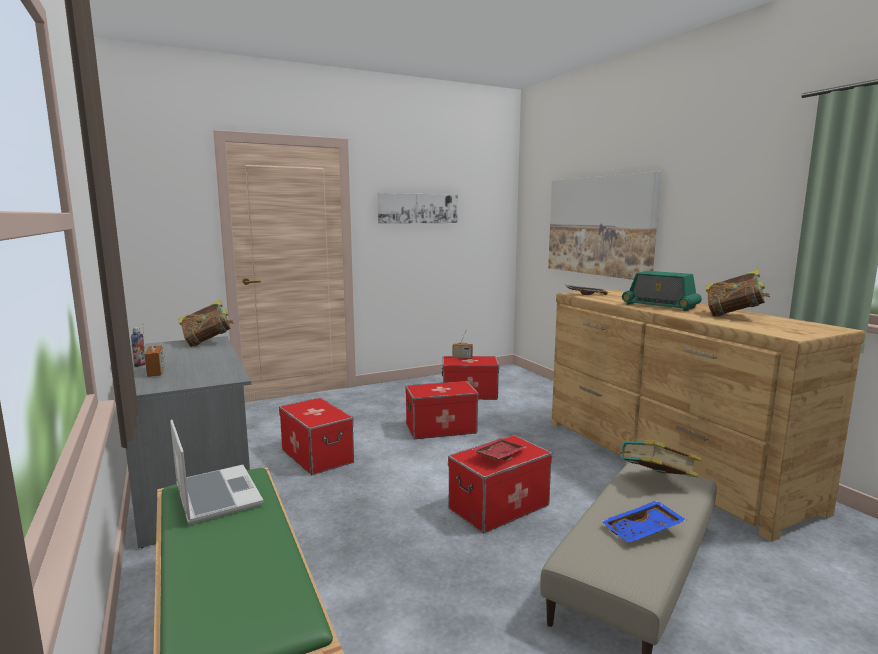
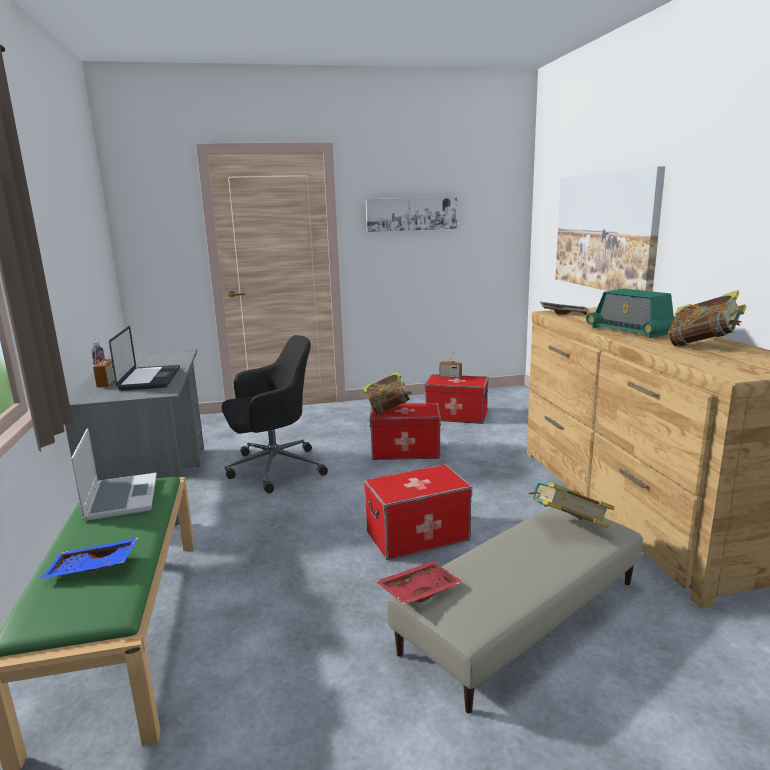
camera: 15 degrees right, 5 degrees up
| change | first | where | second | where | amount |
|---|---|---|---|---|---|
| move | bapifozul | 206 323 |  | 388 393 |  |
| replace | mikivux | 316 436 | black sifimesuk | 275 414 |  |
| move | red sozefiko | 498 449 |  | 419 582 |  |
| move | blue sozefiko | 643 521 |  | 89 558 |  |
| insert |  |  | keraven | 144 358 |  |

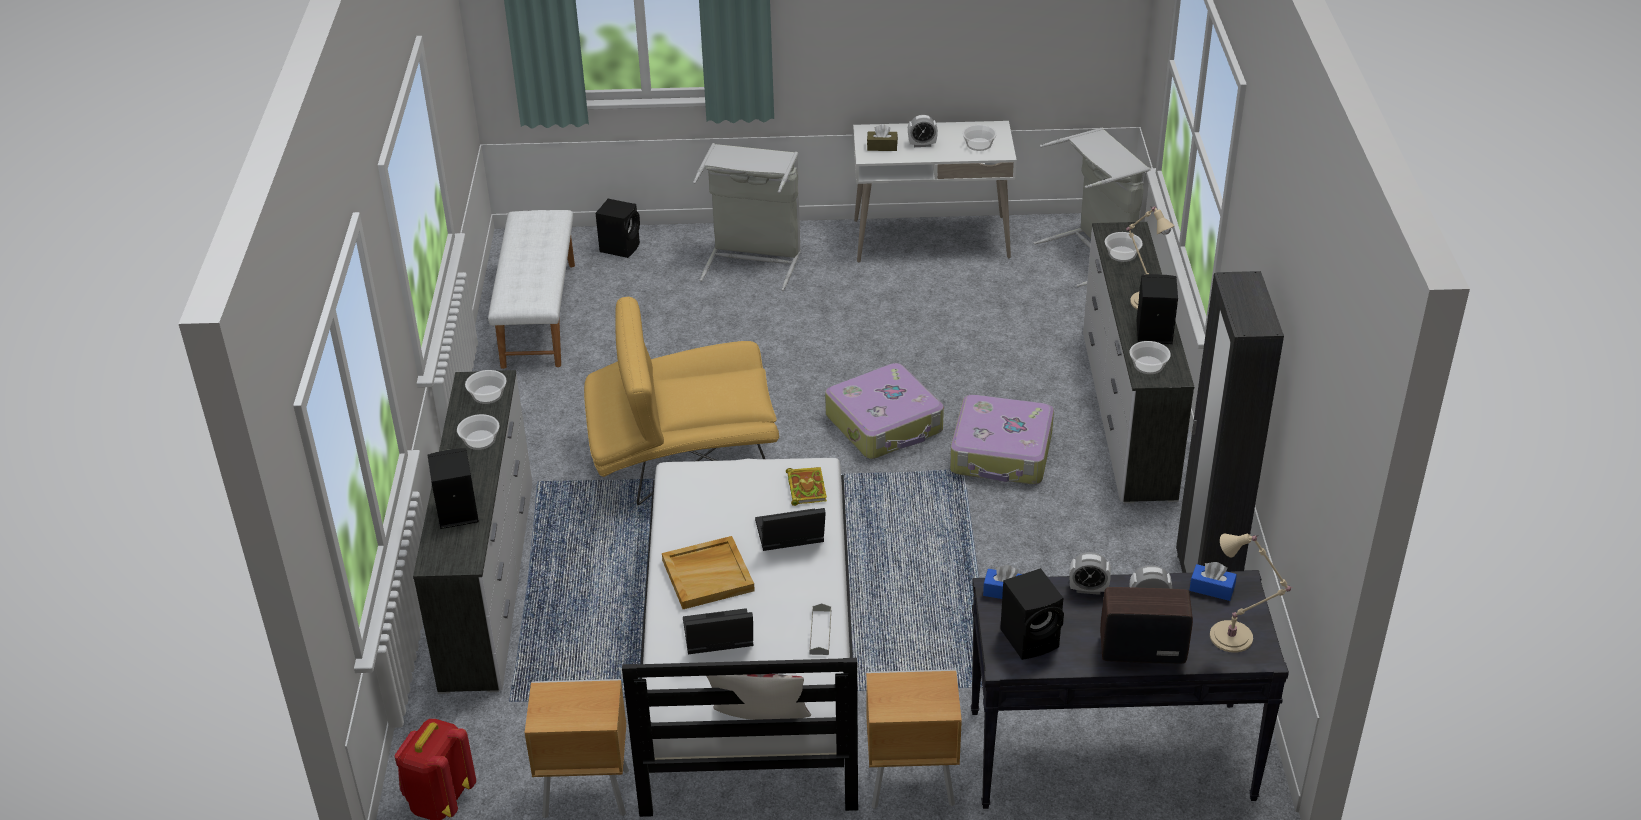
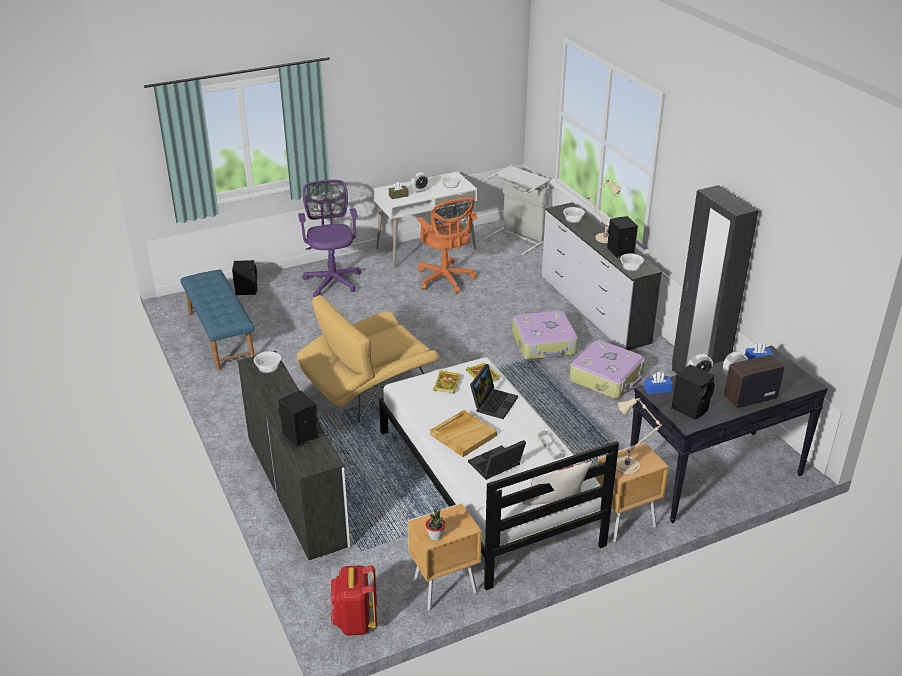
camera: 25 degrees left, 5 degrees down
| change | first | where | second | where | amount |
|---|---|---|---|---|---|
| replace | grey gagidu | 747 217 | purple sifimesuk | 329 238 |  |
| recolor | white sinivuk | 531 289 | blue sinivuk | 217 320 |  |
| move | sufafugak | 884 411 |  | 607 369 |  |
| delete | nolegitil | 478 432 |  |  |  |
| rotate | keraven | 790 529 |  | 494 391 | 150 degrees clockwise |
| move | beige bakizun | 1251 593 |  | 639 435 |  |
| insert |  |  | orange sifimesuk | 447 246 |  |
| insert |  |  | bapifozul | 447 381 |  |
| insert |  |  | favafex | 435 525 |  |

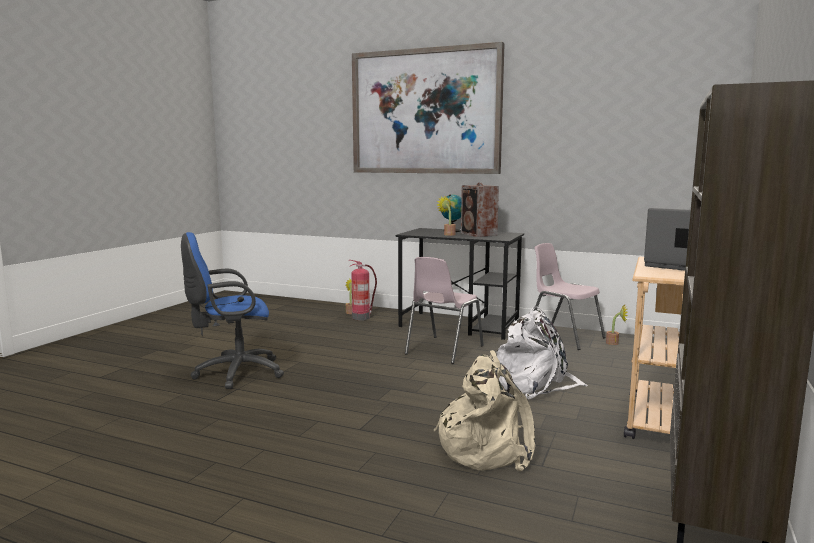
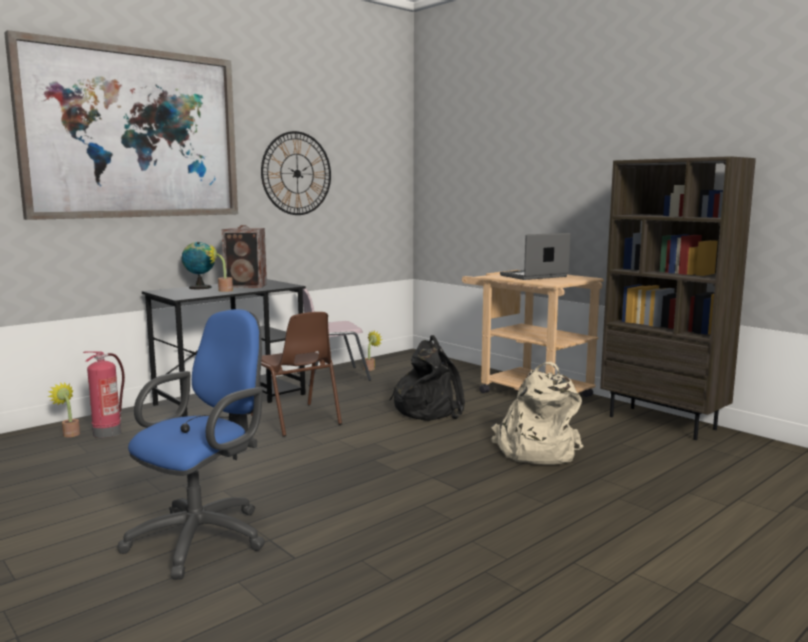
camera: 65 degrees left, 0 degrees up
| change | first | where | second | where | amount |
|---|---|---|---|---|---|
| rotate | blue sifimesuk | 232 310 |  | 191 444 | 150 degrees counterclockwise |
| recolor | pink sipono | 444 310 | brown sipono | 296 374 |  |
| recolor | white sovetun | 542 352 | black sovetun | 427 378 |  |
| insert |  |  | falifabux | 296 173 |  |

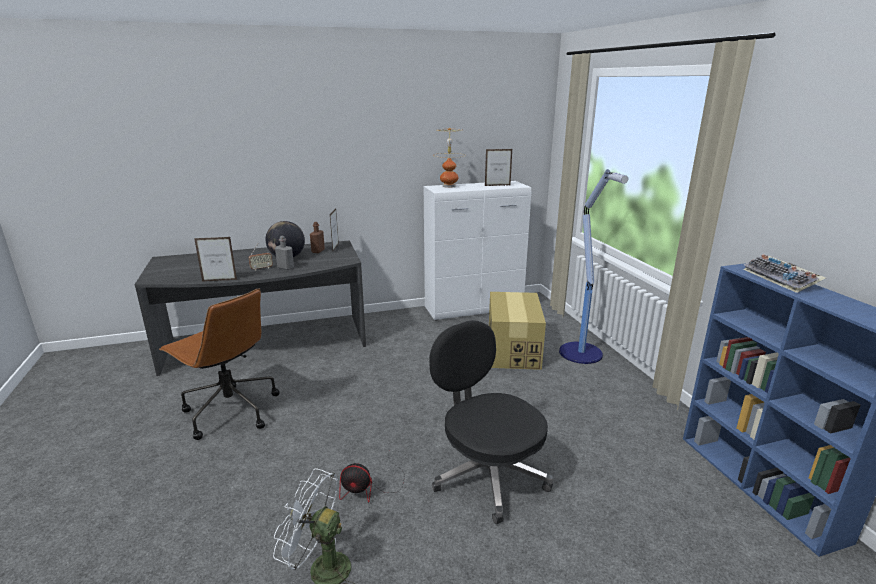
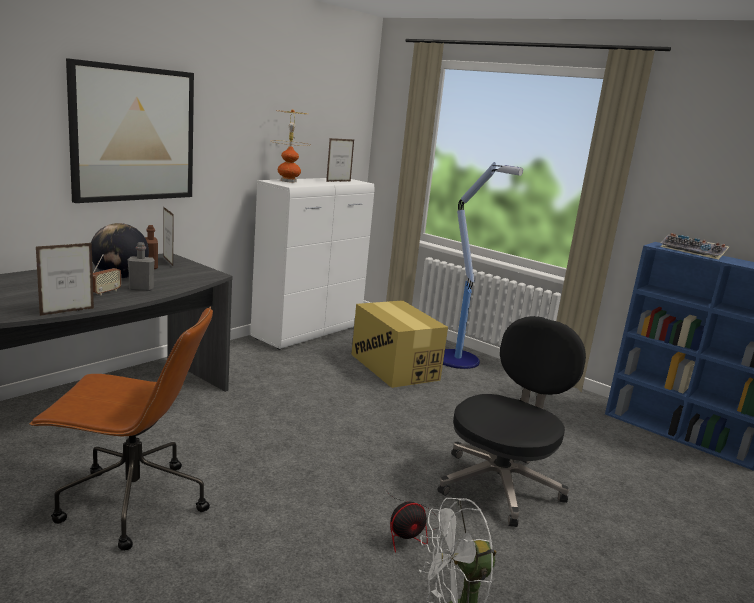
camera: 35 degrees left, 5 degrees down
| change | first | where | second | where | amount |
|---|---|---|---|---|---|
| rotate | black sifimesuk | 491 422 |  | 512 421 | 105 degrees clockwise |
| insert |  |  | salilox | 130 130 |  |

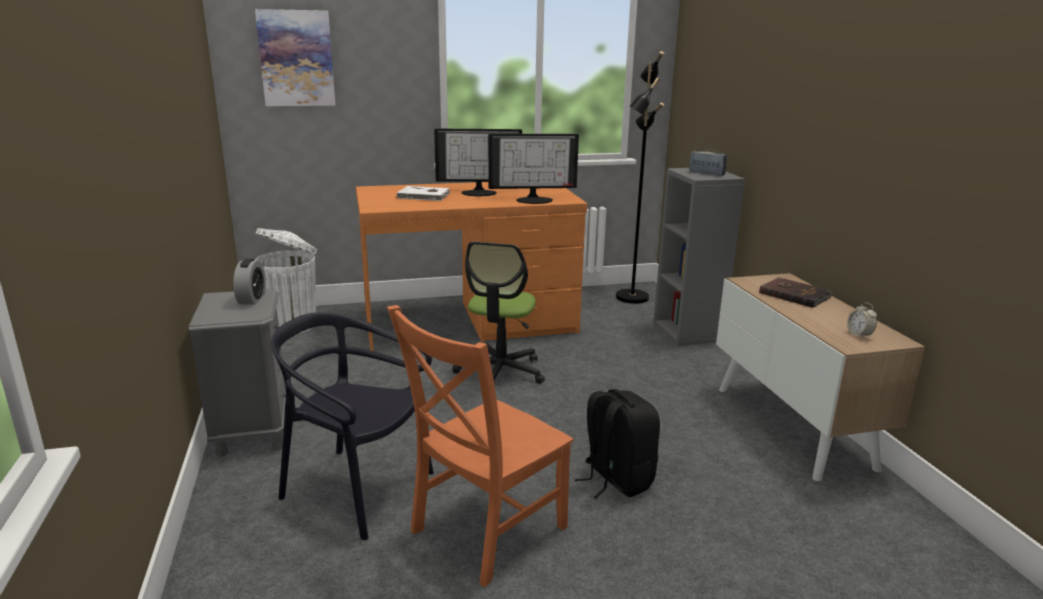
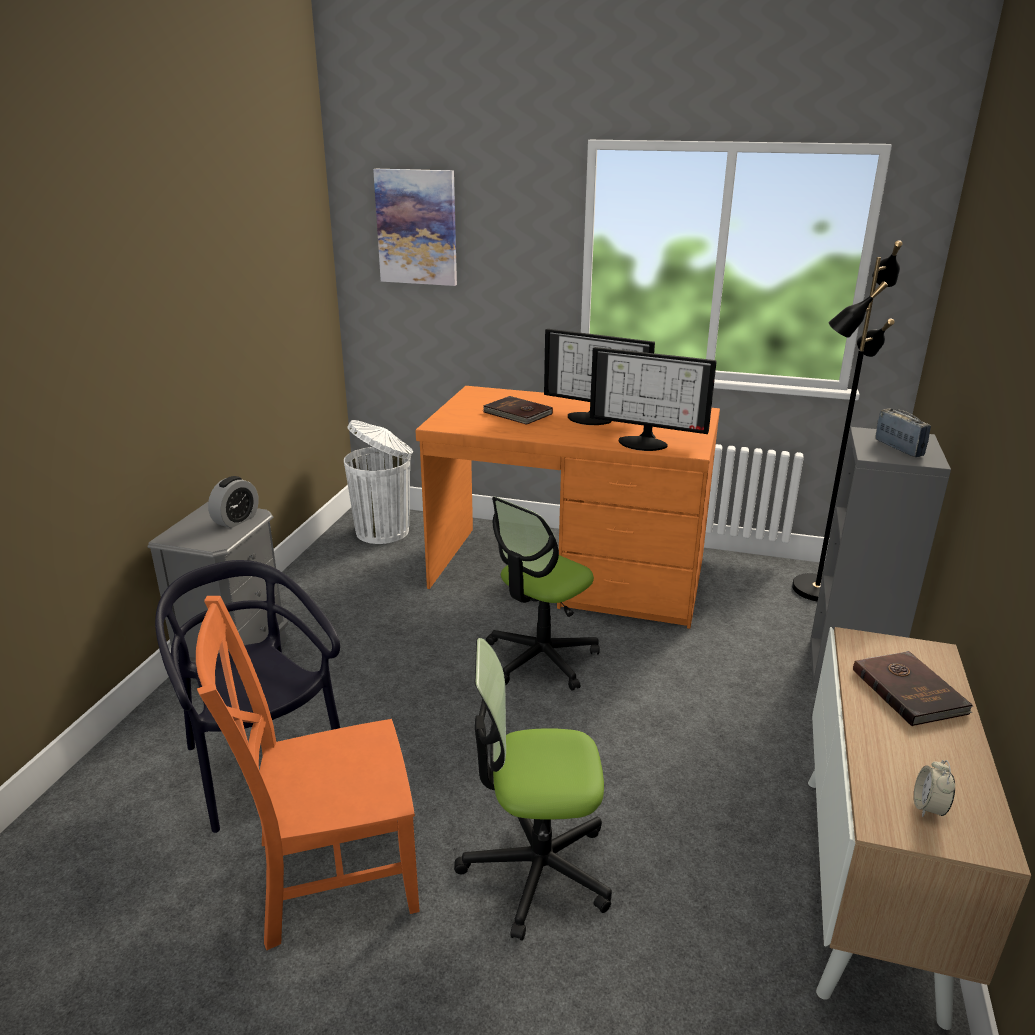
camera: 30 degrees right, 5 degrees up
| change | first | where | second | where | amount |
|---|---|---|---|---|---|
| recolor | white bapifozul | 423 193 | brown bapifozul | 518 410 |  |
| replace | black sovetun | 617 444 | sifimesuk | 533 789 |  |

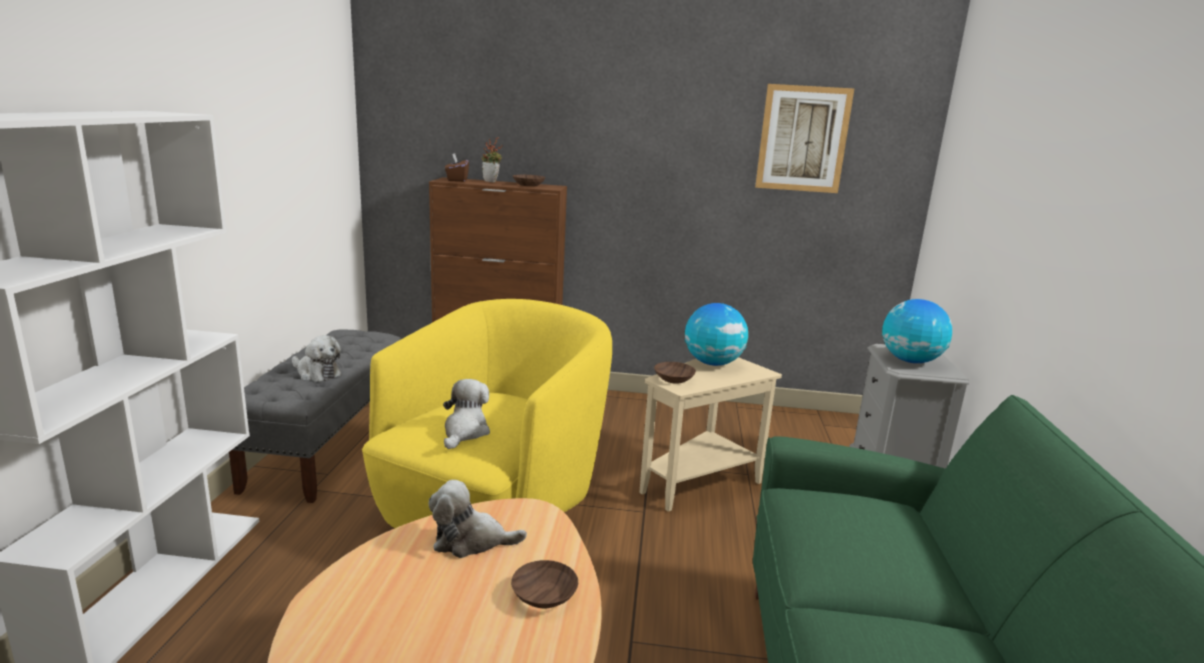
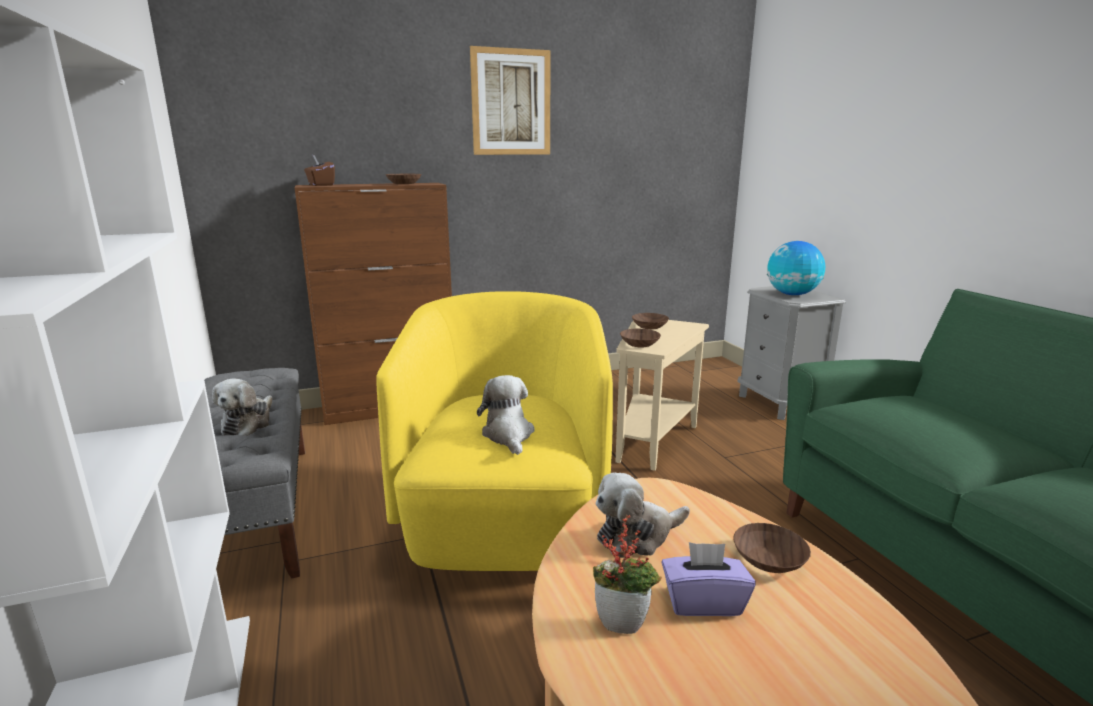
camera: 25 degrees left, 0 degrees up
| change | first | where | second | where | amount |
|---|---|---|---|---|---|
| move | salilox | 804 138 |  | 510 100 |  |
| move | favafex | 492 159 |  | 627 574 |  |
| replace | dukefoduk | 716 334 | brown nolegitil | 650 321 |  |
| rotate | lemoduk | 316 358 |  | 242 407 | 90 degrees clockwise |
| insert |  |  | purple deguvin | 708 579 |  |

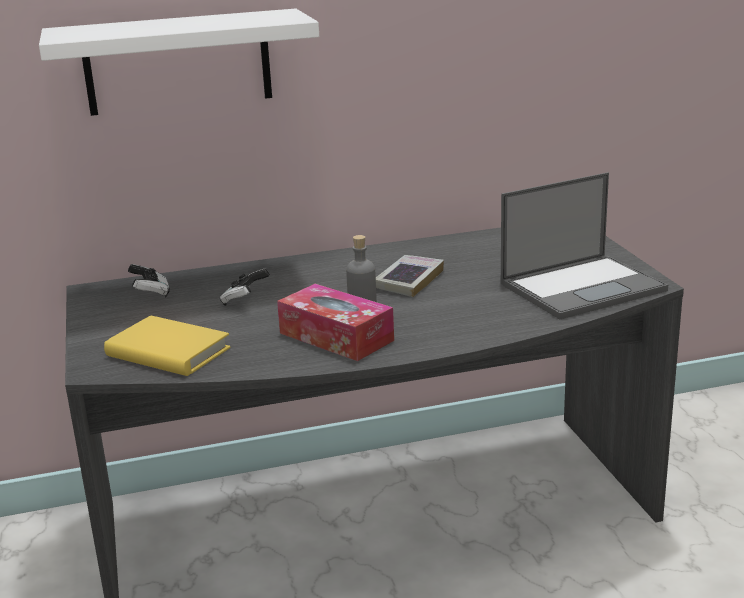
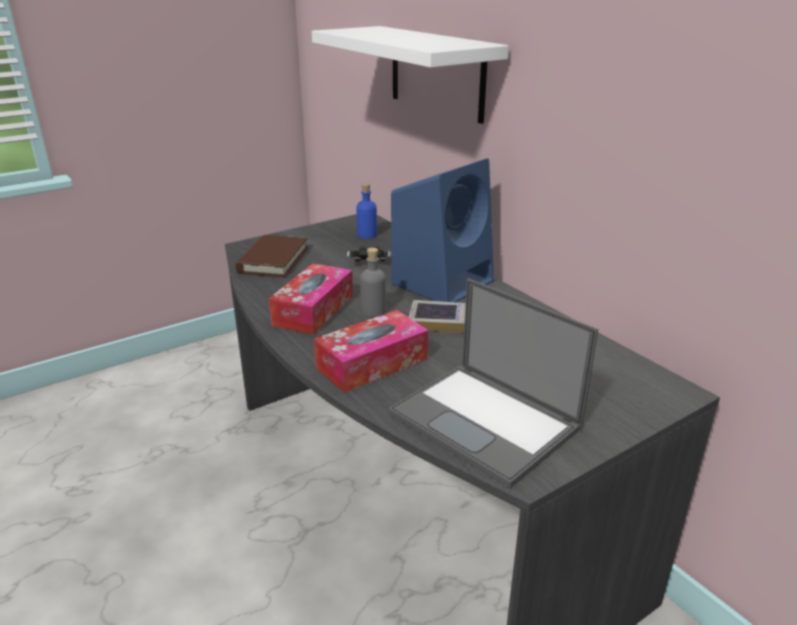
camera: 70 degrees right, 5 degrees up
| change | first | where | second | where | amount |
|---|---|---|---|---|---|
| replace | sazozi | 149 281 | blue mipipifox | 366 211 |  |
| recolor | yellow bapifozul | 167 345 | brown bapifozul | 272 256 |  |
| insert |  |  | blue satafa | 442 230 |  |
| insert |  |  | deguvin | 371 351 |  |

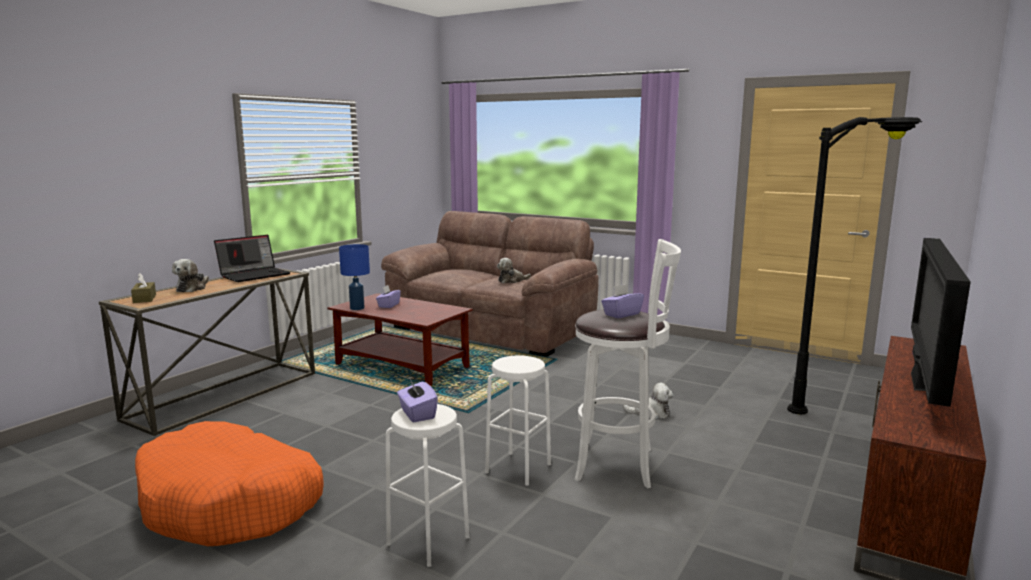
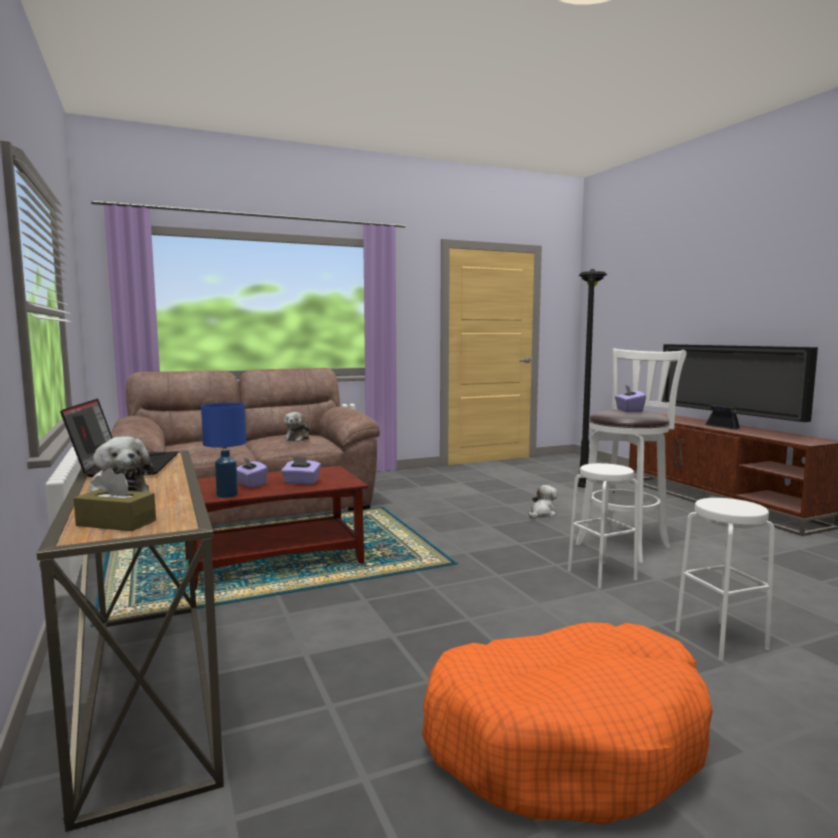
camera: 55 degrees left, 5 degrees down
| change | first | where | second | where | amount |
|---|---|---|---|---|---|
| move | purple deguvin | 417 401 |  | 301 470 |  |

